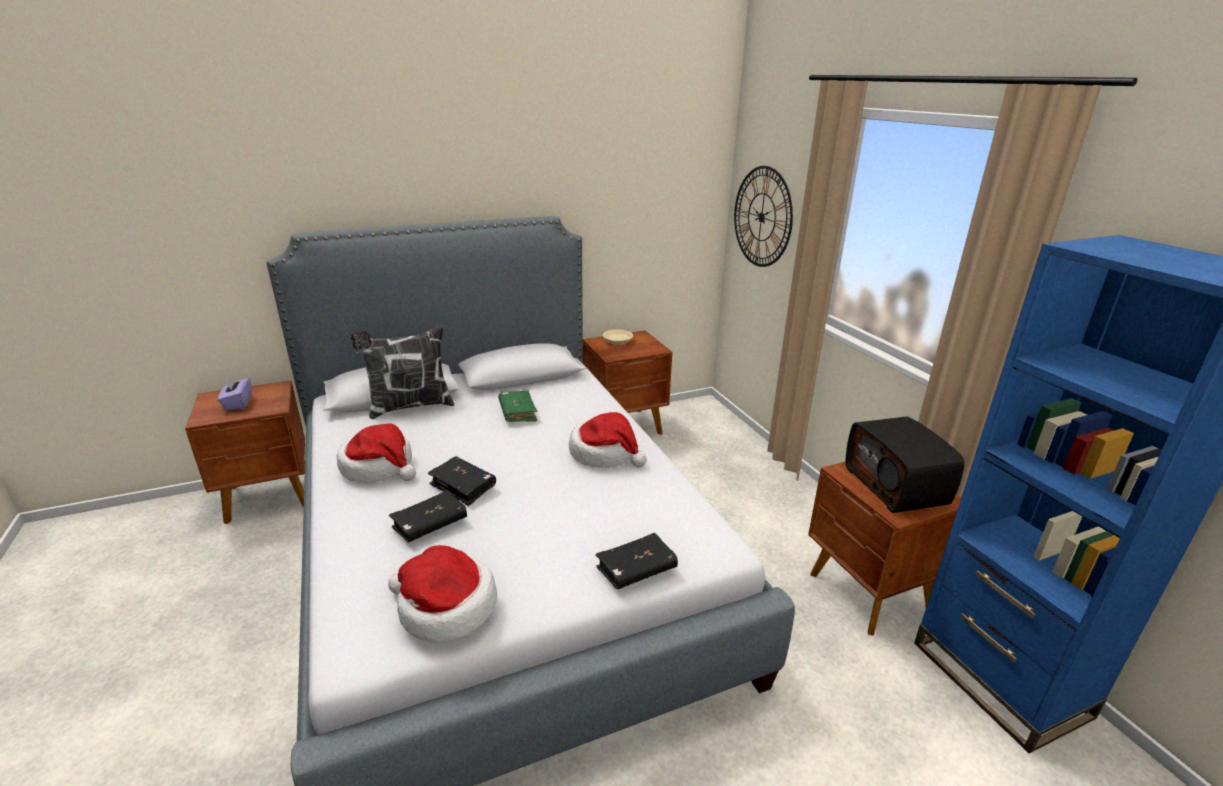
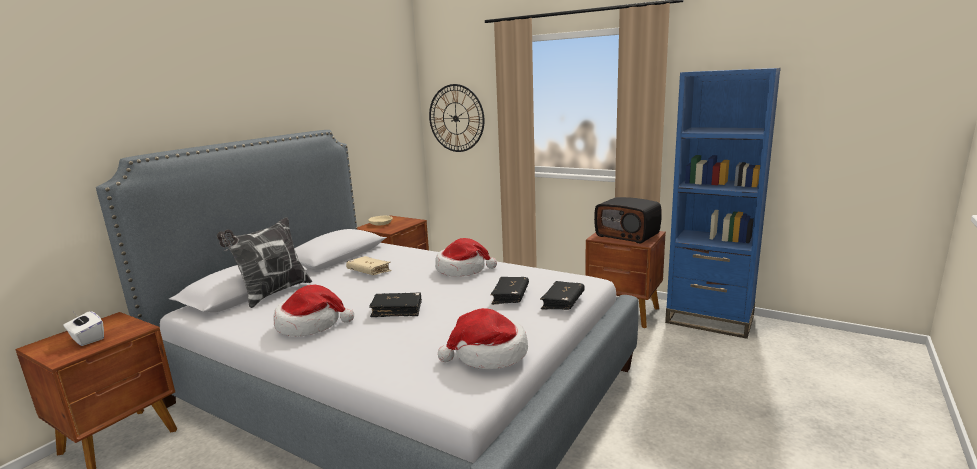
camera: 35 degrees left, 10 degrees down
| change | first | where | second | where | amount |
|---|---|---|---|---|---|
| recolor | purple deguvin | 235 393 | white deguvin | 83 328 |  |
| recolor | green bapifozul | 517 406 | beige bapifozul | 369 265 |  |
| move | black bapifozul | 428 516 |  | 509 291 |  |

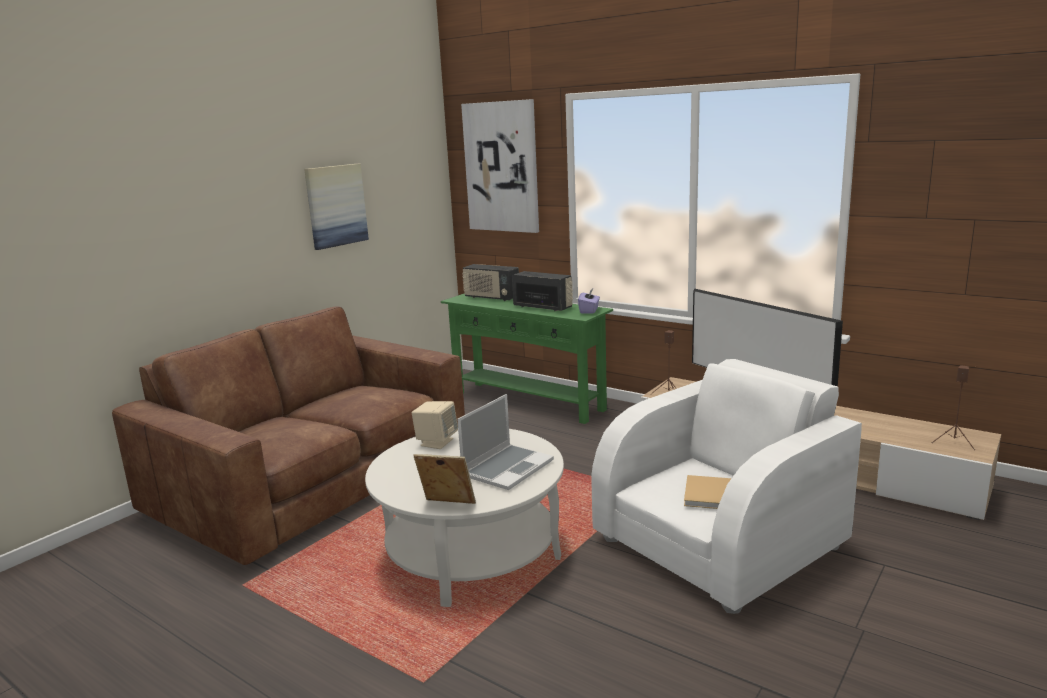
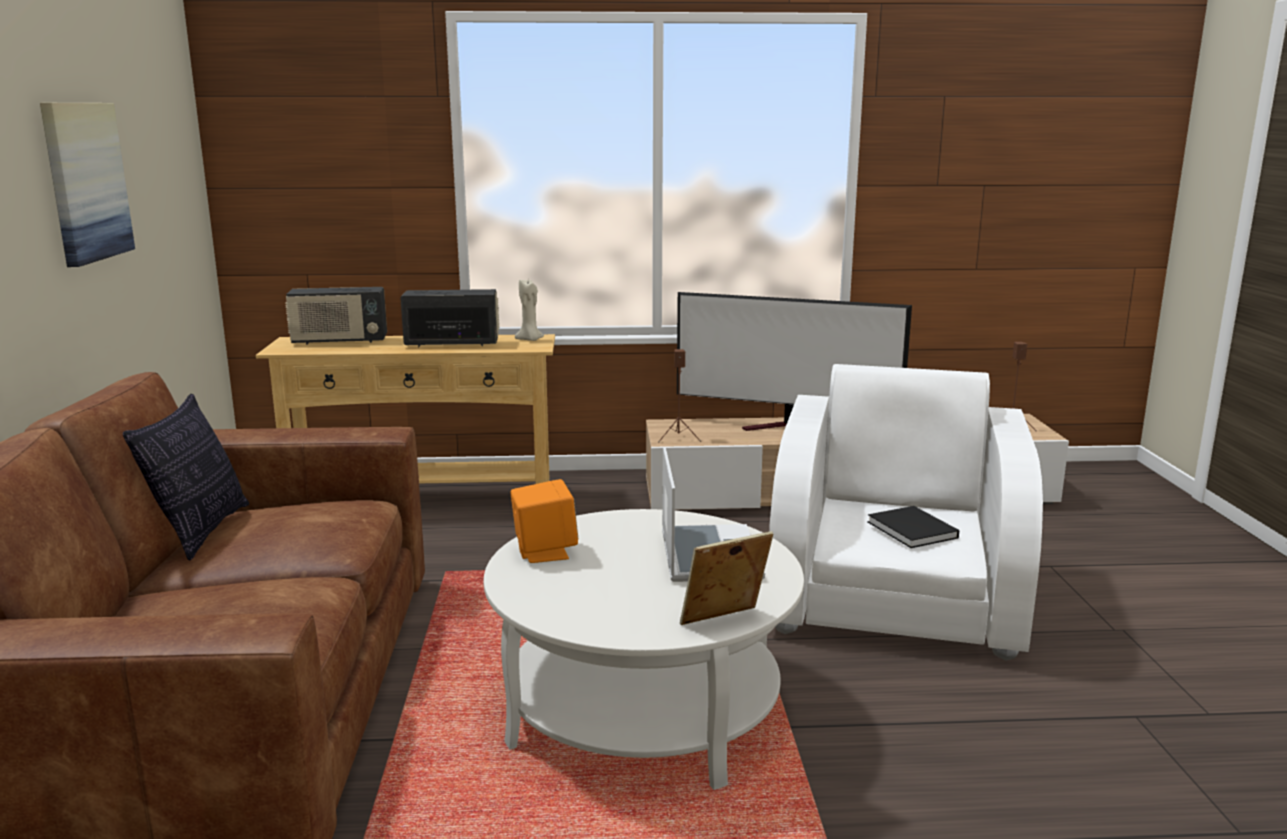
camera: 40 degrees left, 0 degrees up
| change | first | where | second | where | amount |
|---|---|---|---|---|---|
| delete | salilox | 500 166 |  |  |  |
| replace | purple deguvin | 589 301 | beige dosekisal | 529 310 |  |
| recolor | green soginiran | 527 359 | beige soginiran | 405 409 |  |
| recolor | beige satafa | 435 425 | orange satafa | 544 521 |  |
| recolor | beige bapifozul | 708 492 | black bapifozul | 913 527 |  |
| insert |  |  | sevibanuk | 186 477 |  |

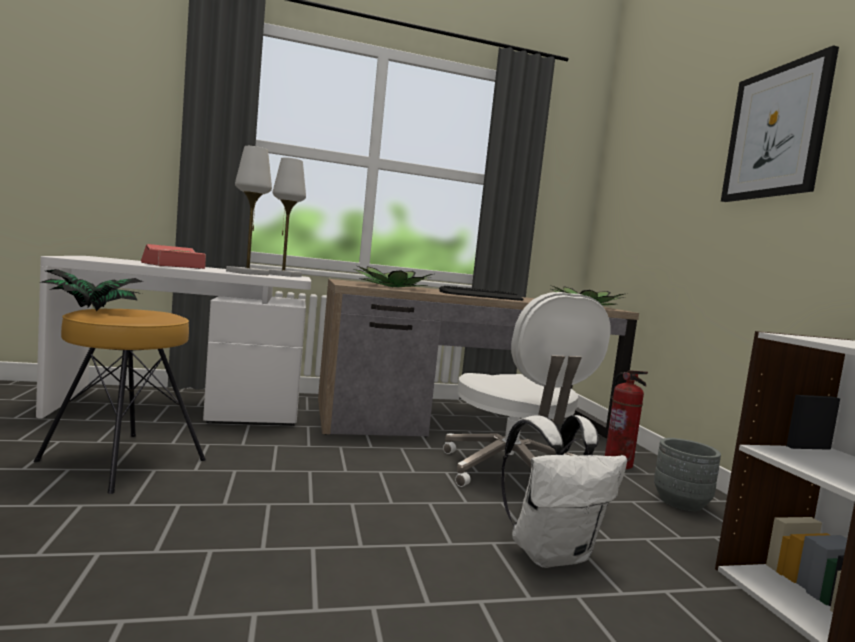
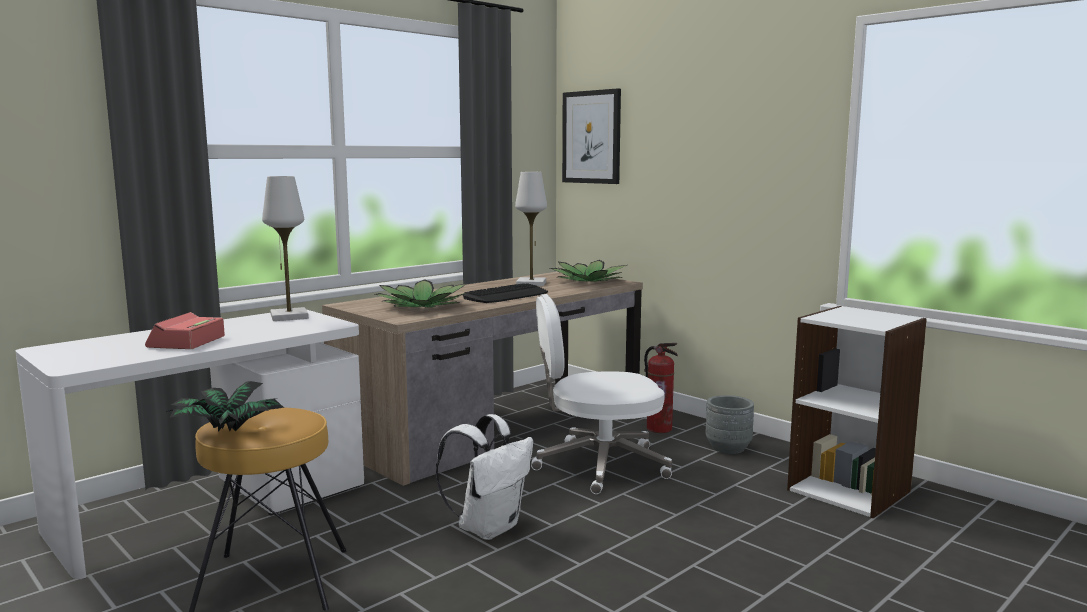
camera: 30 degrees left, 5 degrees up
| change | first | where | second | where | amount |
|---|---|---|---|---|---|
| move | salilox | 780 123 |  | 591 136 |  |
| move | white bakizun | 249 210 |  | 531 229 |  |
| rotate | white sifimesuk | 527 389 |  | 601 394 | 135 degrees clockwise |
| move | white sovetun | 564 491 |  | 484 477 |  |

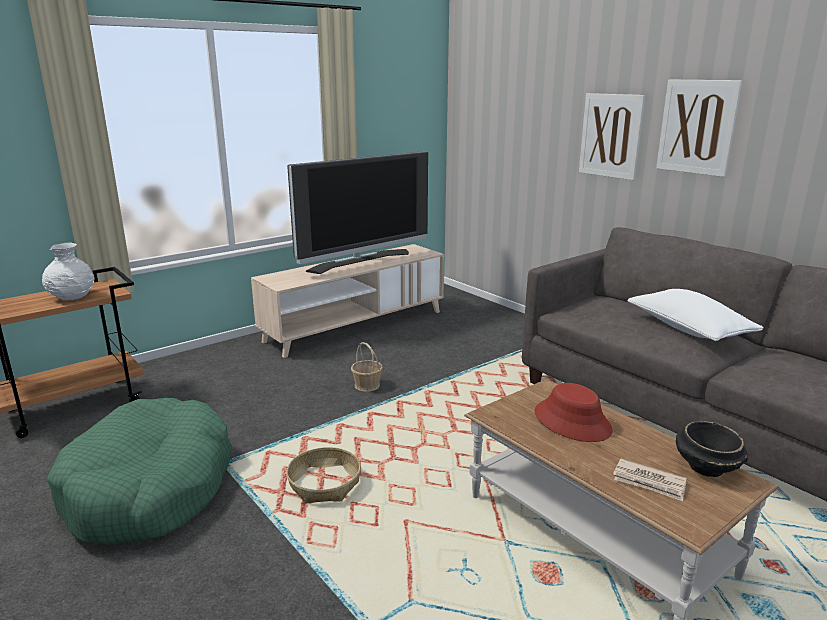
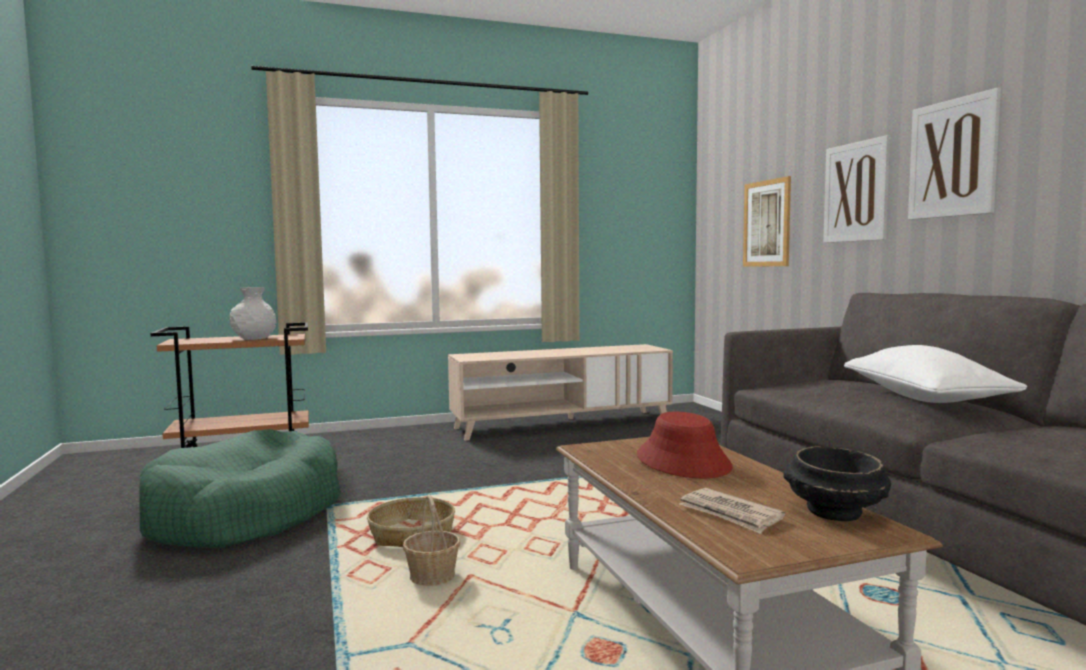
camera: 20 degrees right, 15 degrees down
| change | first | where | second | where | amount |
|---|---|---|---|---|---|
| delete | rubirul | 357 212 |  |  |  |
| move | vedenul | 367 367 |  | 431 540 |  |
| insert |  |  | salilox | 767 221 |  |

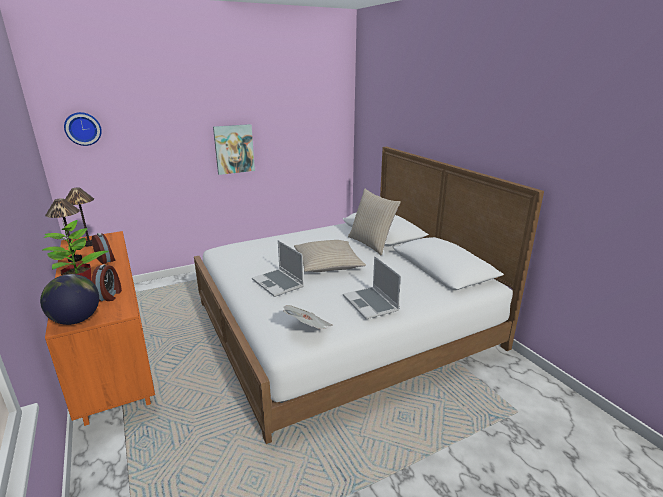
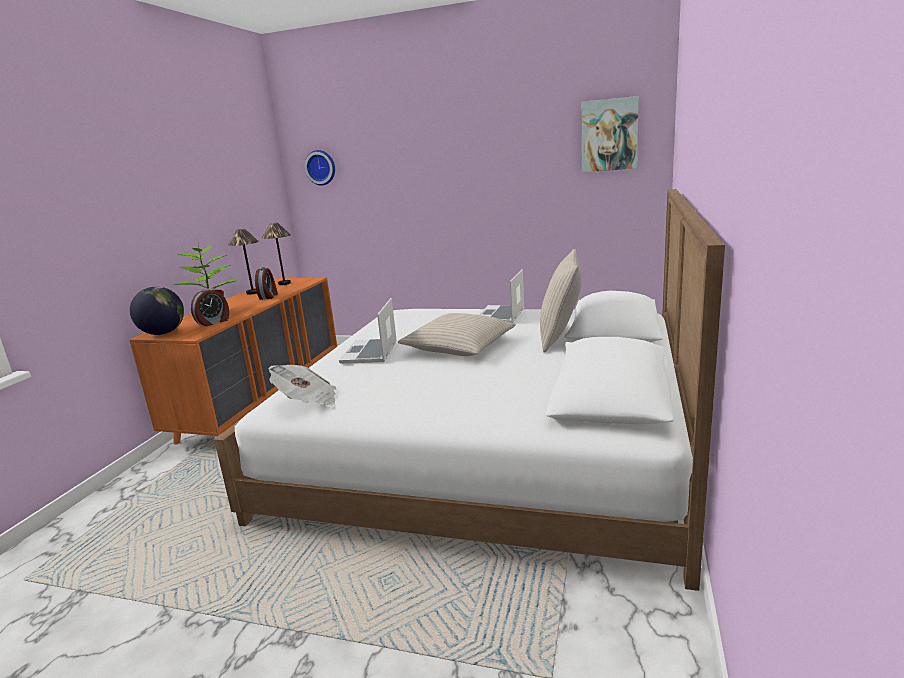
camera: 45 degrees right, 5 degrees down
| change | first | where | second | where | amount |
|---|---|---|---|---|---|
| move | salilox | 234 149 |  | 610 134 |  |
| move | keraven | 372 287 |  | 502 296 |  |

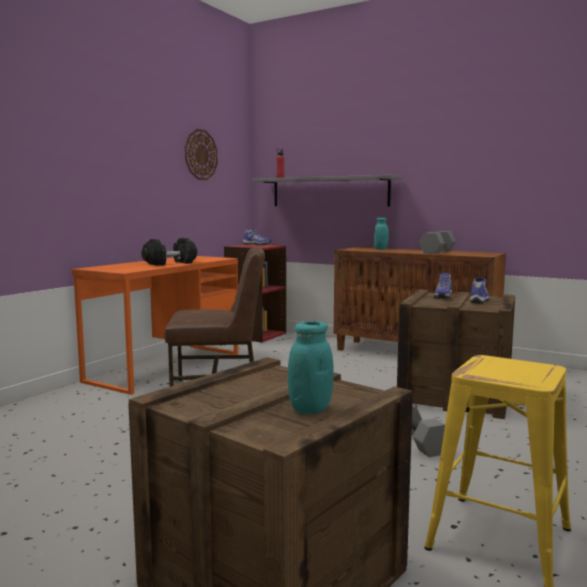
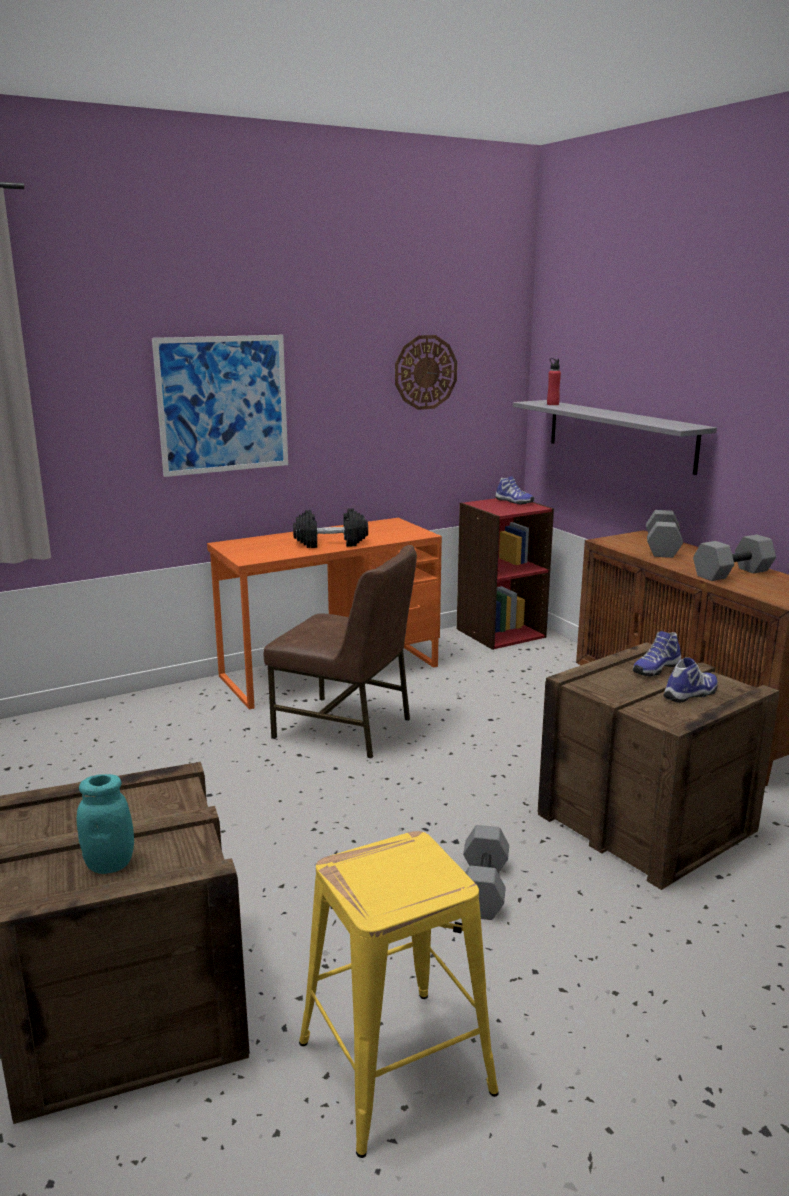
camera: 30 degrees right, 10 degrees up
| change | first | where | second | where | amount |
|---|---|---|---|---|---|
| replace | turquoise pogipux | 381 233 | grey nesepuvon | 664 534 |  |
| insert |  |  | salilox | 220 406 |  |

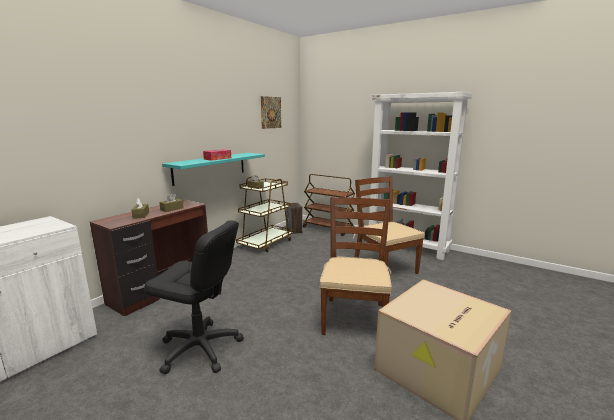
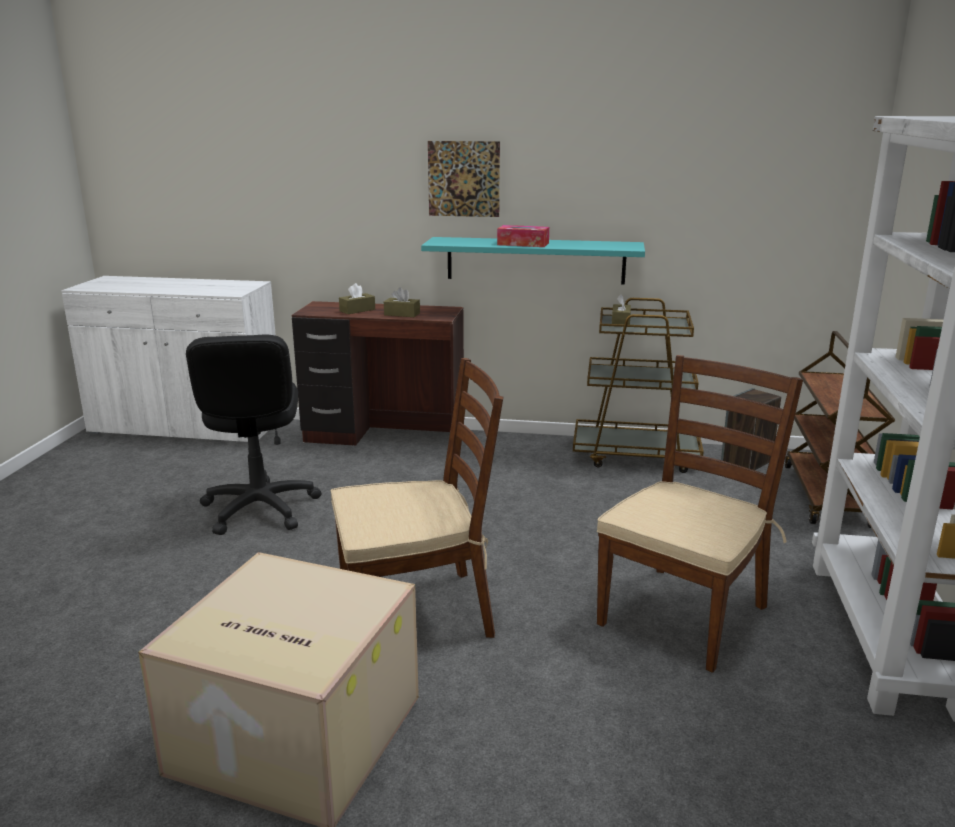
camera: 65 degrees right, 5 degrees up
| change | first | where | second | where | amount |
|---|---|---|---|---|---|
| move | salilox | 271 112 |  | 464 179 |  |

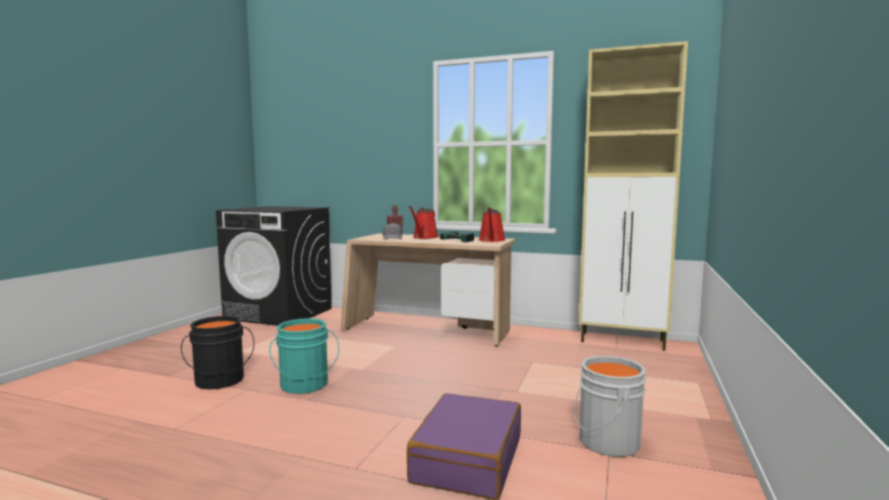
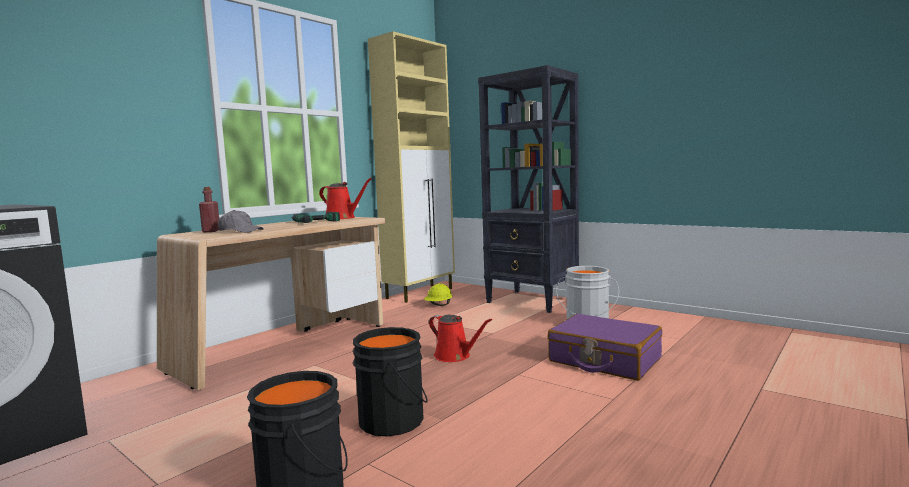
camera: 70 degrees left, 0 degrees up
| change | first | where | second | where | amount |
|---|---|---|---|---|---|
| move | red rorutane | 423 222 |  | 460 338 |  |
| recolor | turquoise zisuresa | 304 356 | black zisuresa | 390 381 |  |
| insert |  |  | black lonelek | 528 189 |  |
| insert |  |  | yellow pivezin | 438 294 |  |

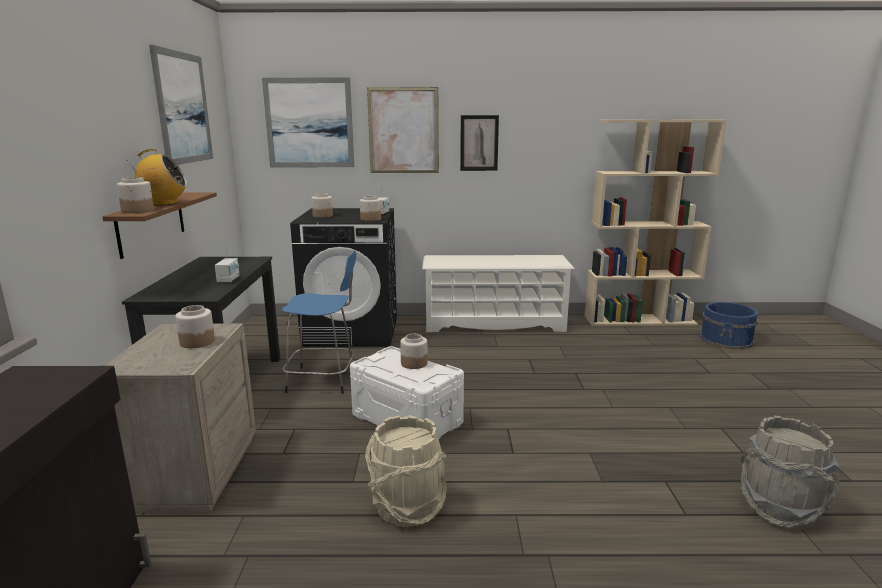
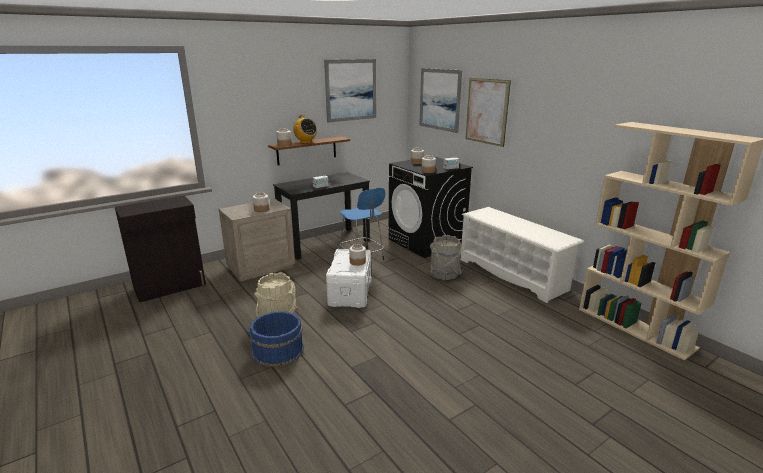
camera: 55 degrees right, 5 degrees up
| change | first | where | second | where | amount |
|---|---|---|---|---|---|
| delete | salilox | 479 143 |  |  |  |
| move | blue zisuresa | 728 325 |  | 276 339 |  |
| move | grey zisuresa | 790 472 |  | 447 257 |  |

